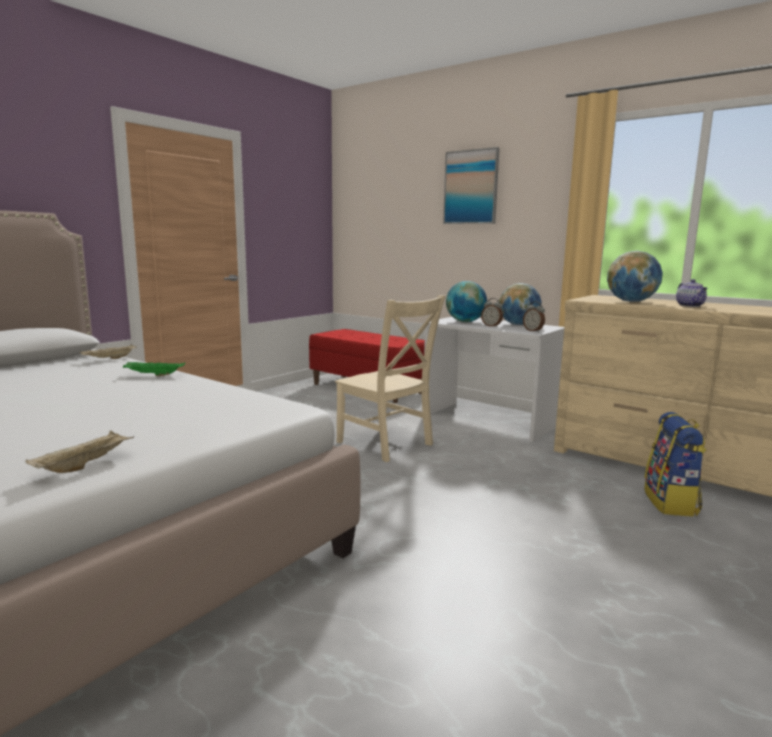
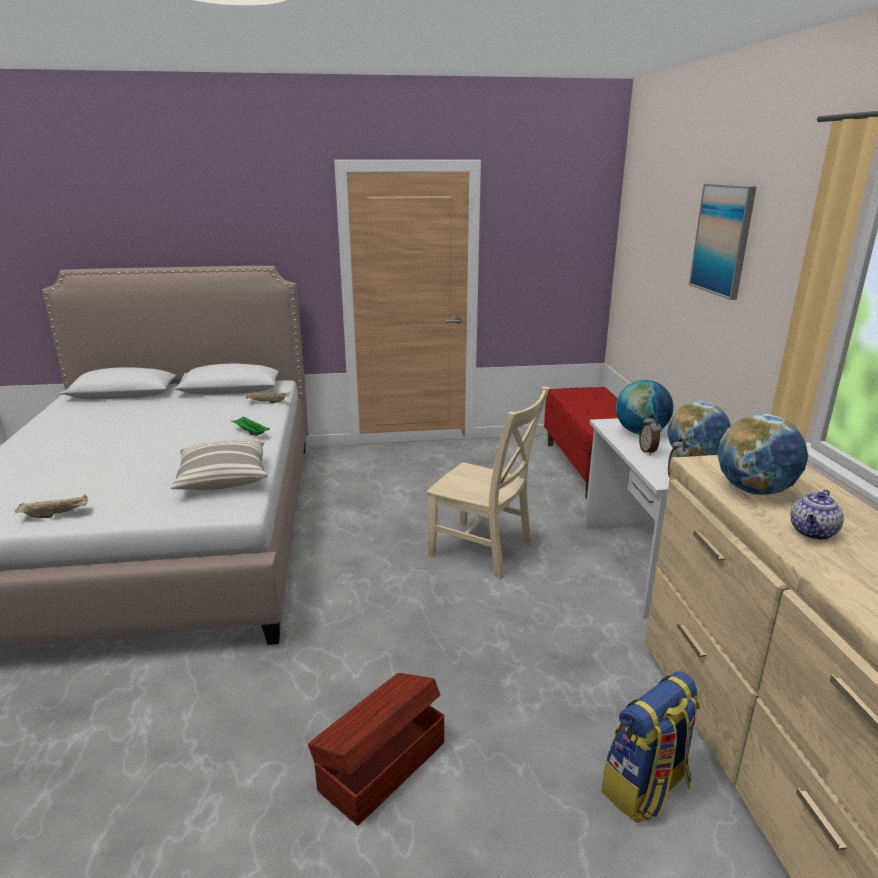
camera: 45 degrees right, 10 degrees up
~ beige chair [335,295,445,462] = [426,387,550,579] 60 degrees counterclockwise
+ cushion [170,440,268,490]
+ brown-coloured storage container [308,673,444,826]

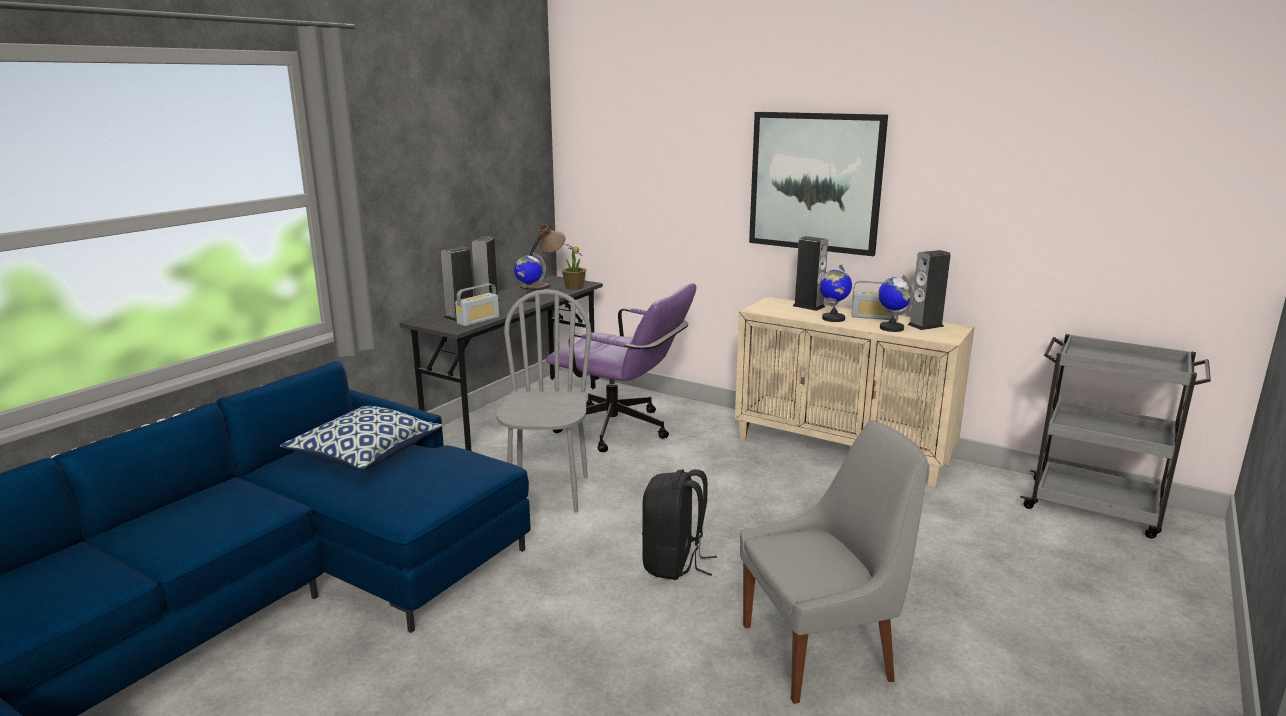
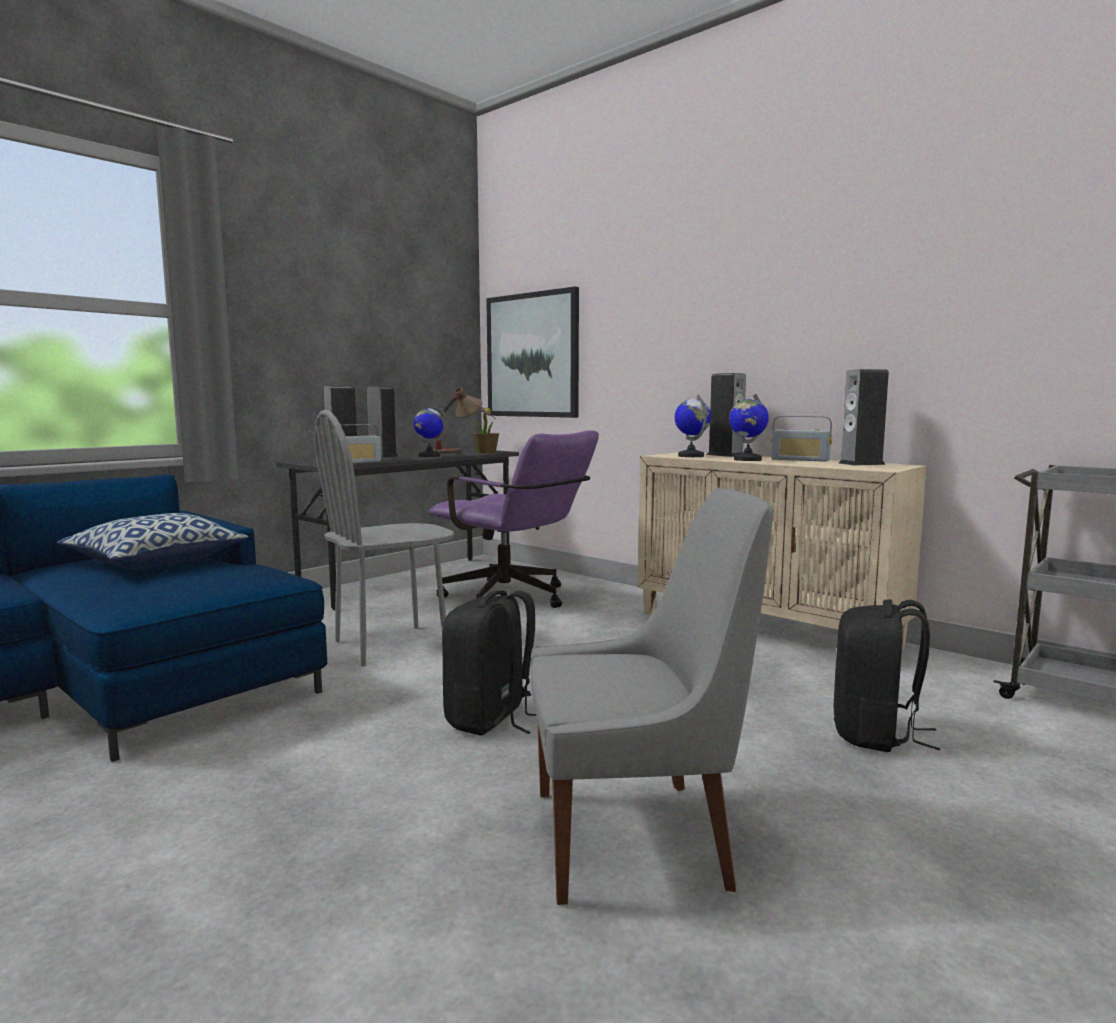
camera: 10 degrees right, 10 degrees down
~ wall picture [749,112,888,256] to [486,287,579,418]
~ desk globe [878,275,914,332] to [675,394,711,457]
~ grey chair [496,289,592,513] = [314,410,454,666] 135 degrees counterclockwise
+ black-coloured rucksack [834,599,940,752]

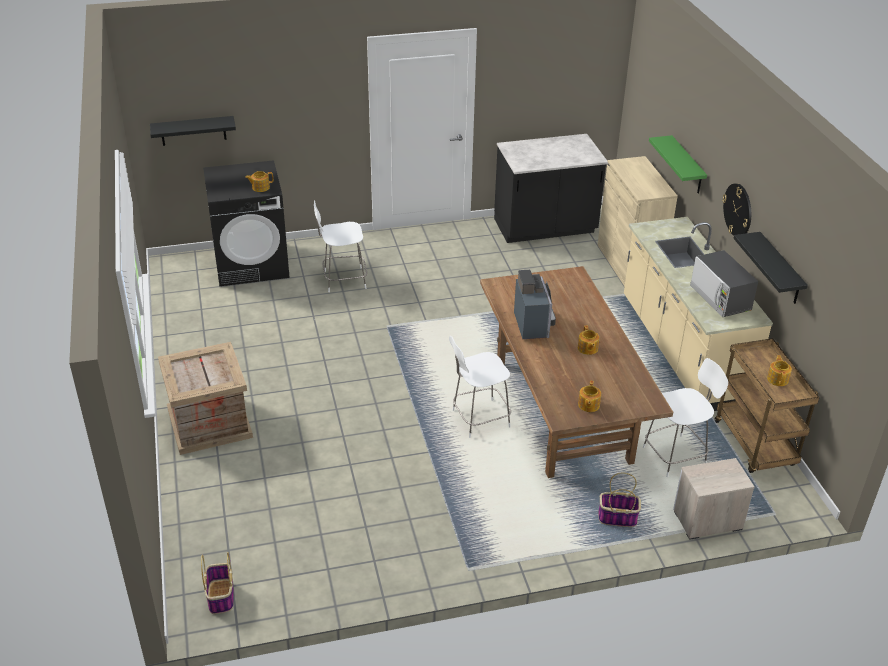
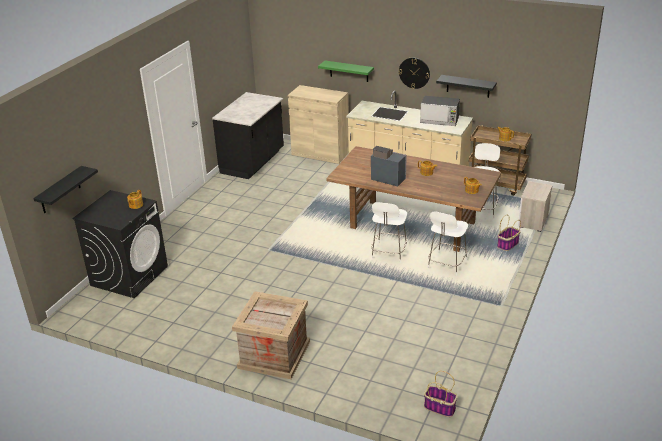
camera: 50 degrees left, 5 degrees down
~ white chair [314,200,367,292] to [428,212,468,276]

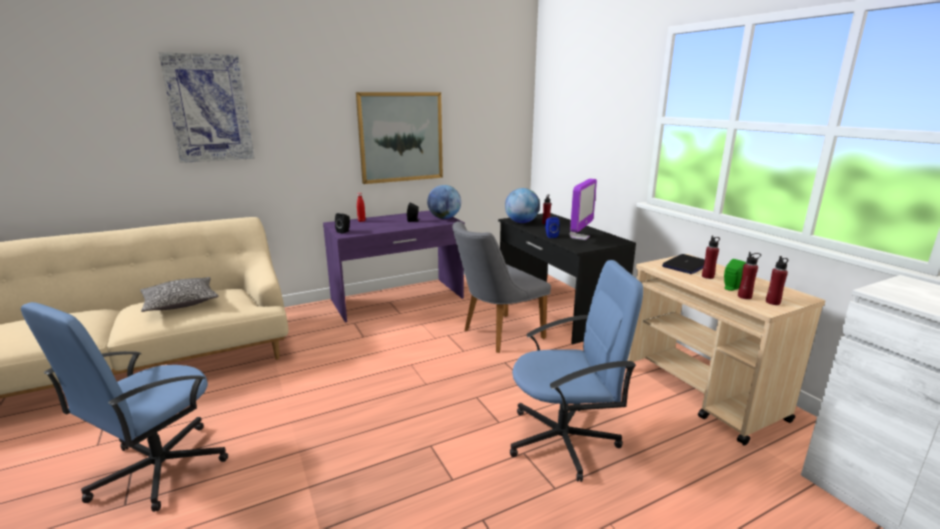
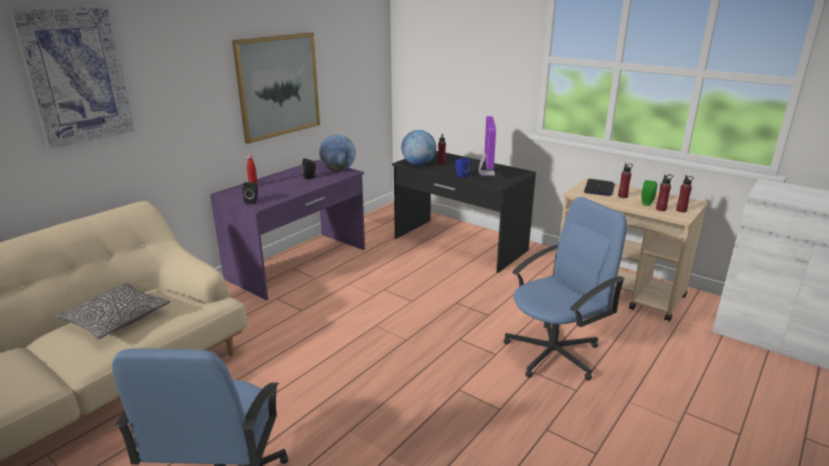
camera: 25 degrees left, 5 degrees up
- grey chair [453,221,551,353]

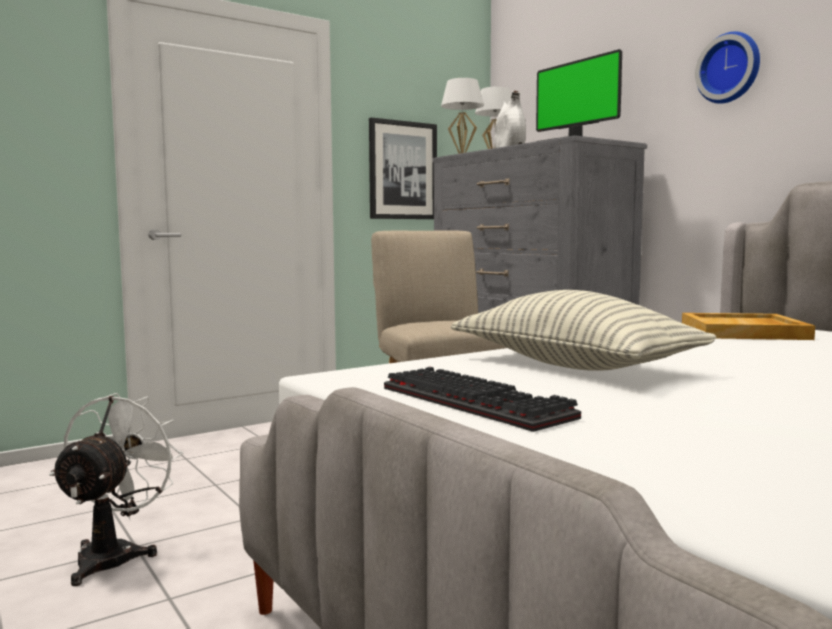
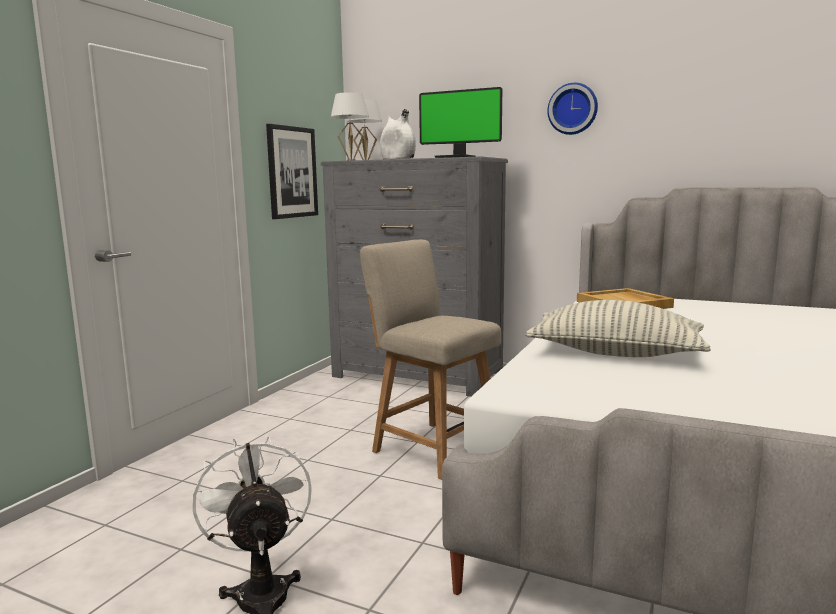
camera: 30 degrees left, 5 degrees up
- PC keyboard [384,367,581,432]

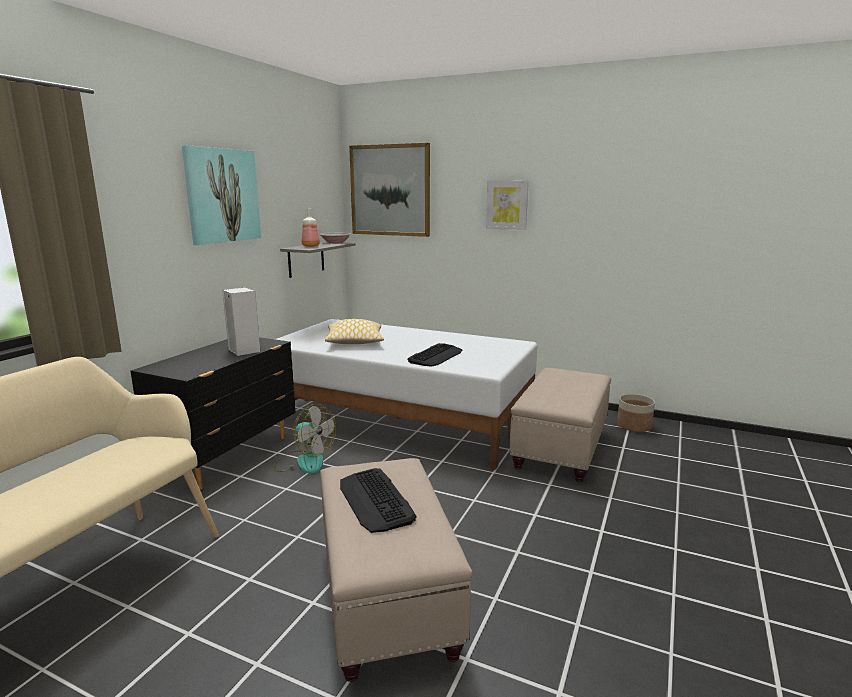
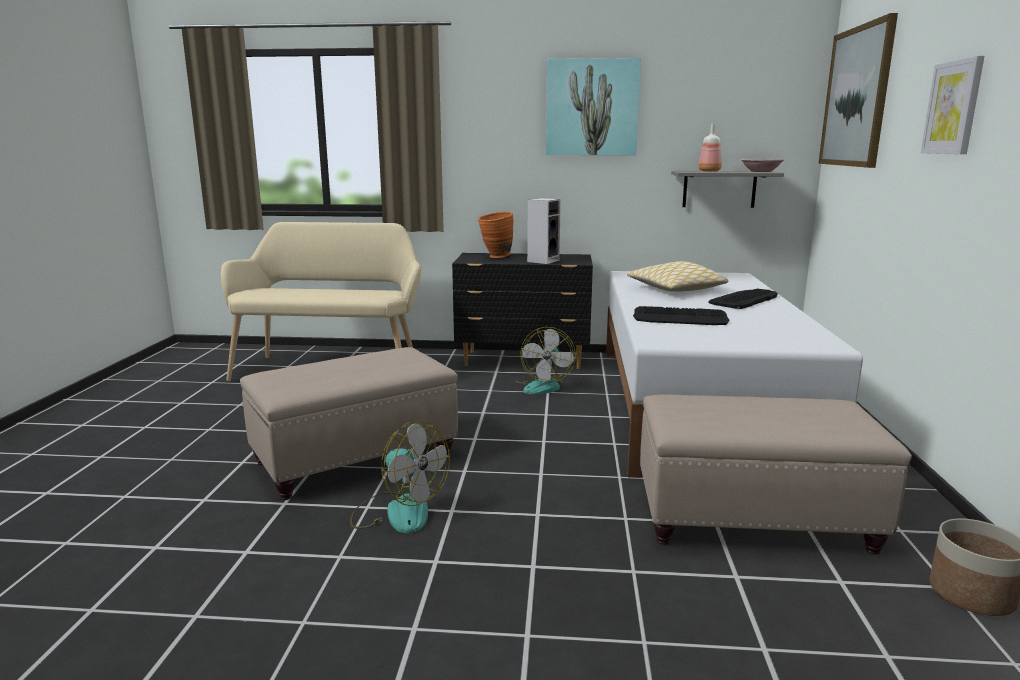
camera: 70 degrees right, 0 degrees up
~ PC keyboard [340,468,417,533] to [708,289,778,309]
+ orange vase [478,212,513,258]
+ fan [350,420,450,534]

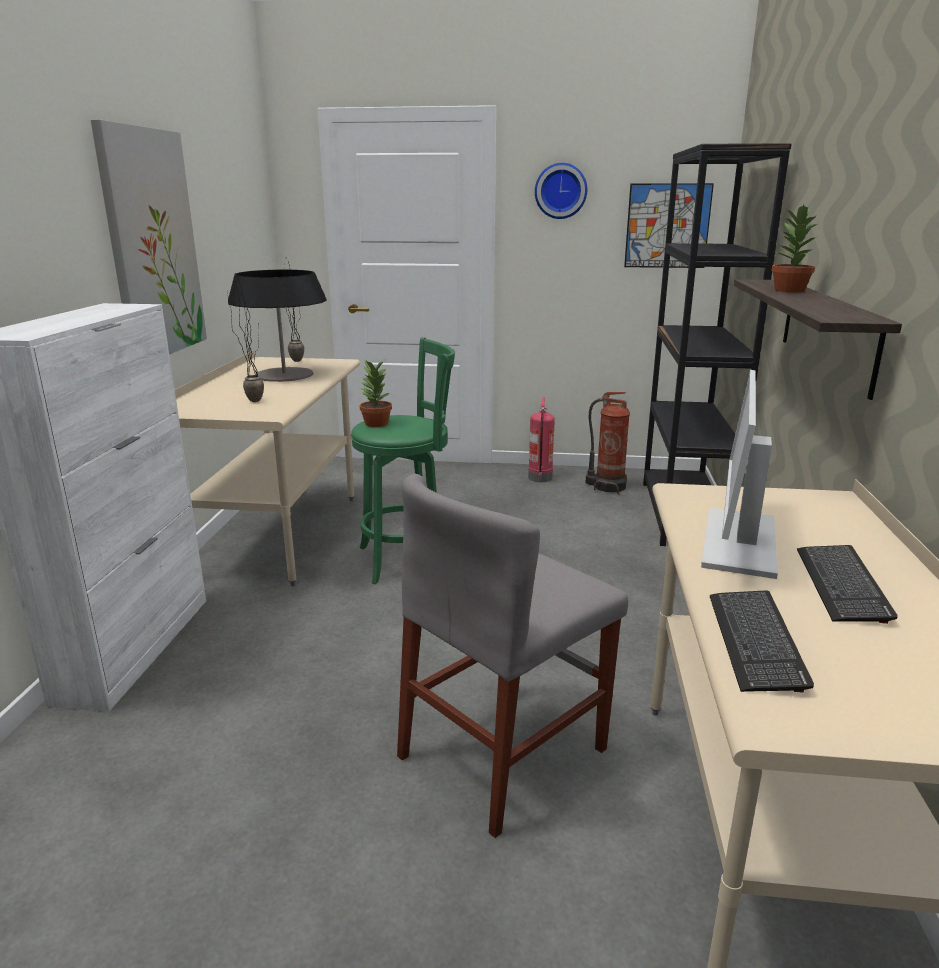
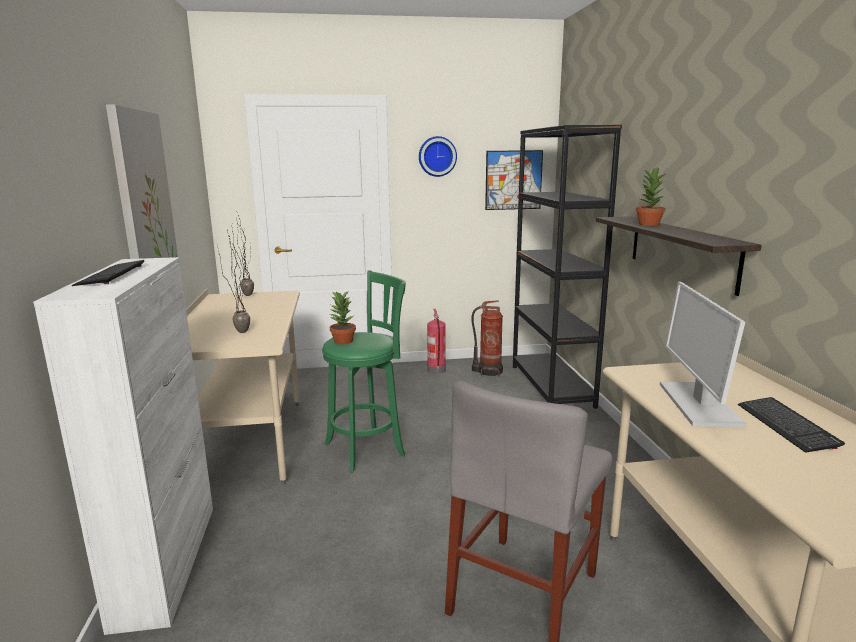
camera: 15 degrees left, 5 degrees down
- tabletop lamp [228,270,327,382]
~ PC keyboard [710,591,814,693] to [72,260,144,286]

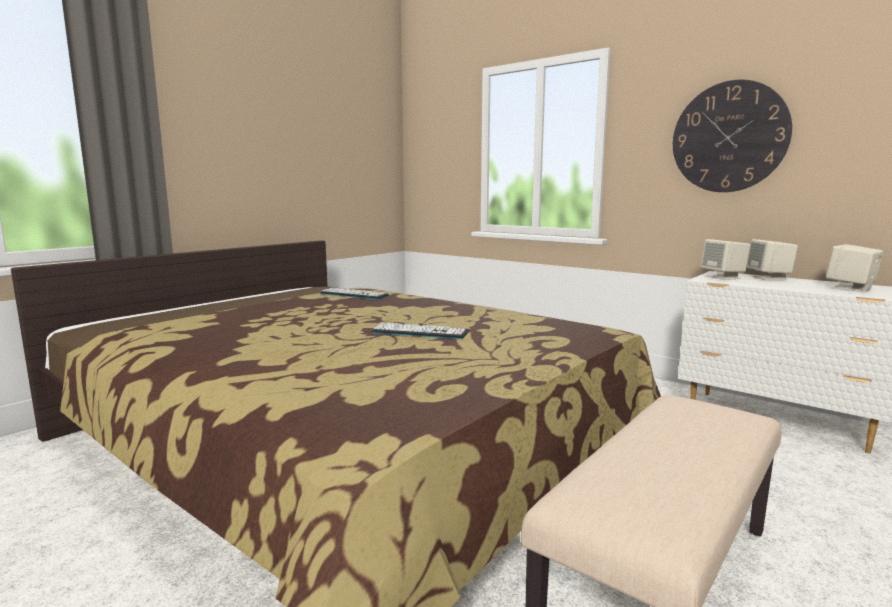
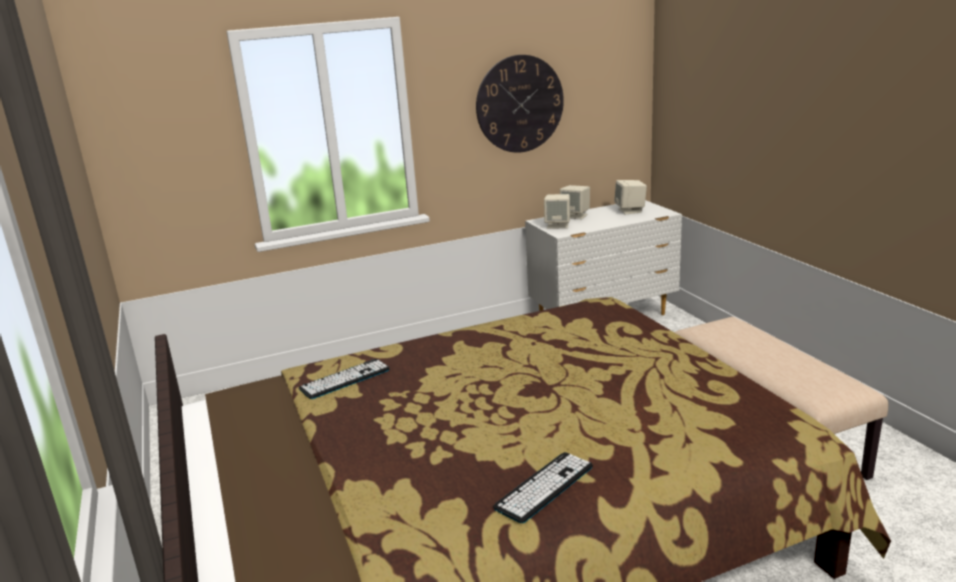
camera: 60 degrees left, 10 degrees up
~ PC keyboard [371,323,469,339] to [493,452,593,523]

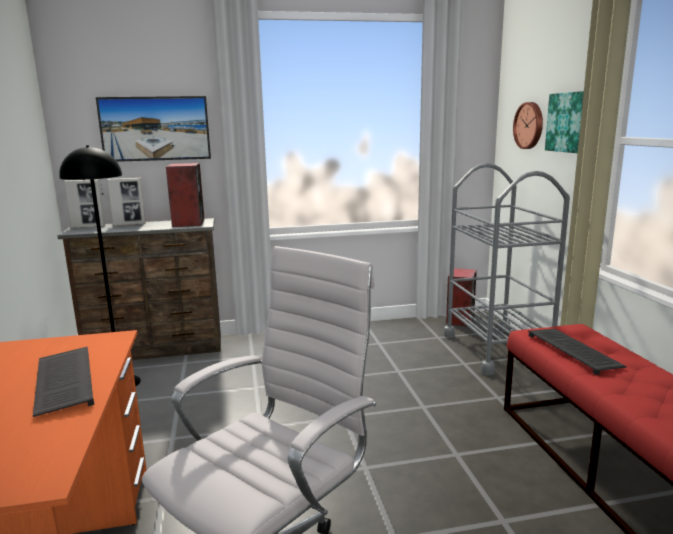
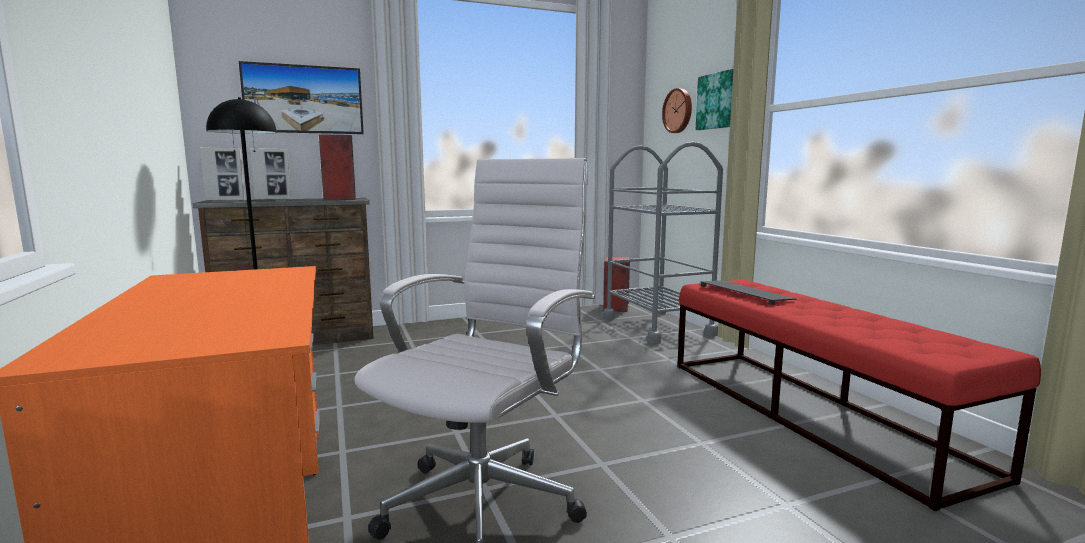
camera: 10 degrees left, 5 degrees down
- PC keyboard [33,347,94,417]

